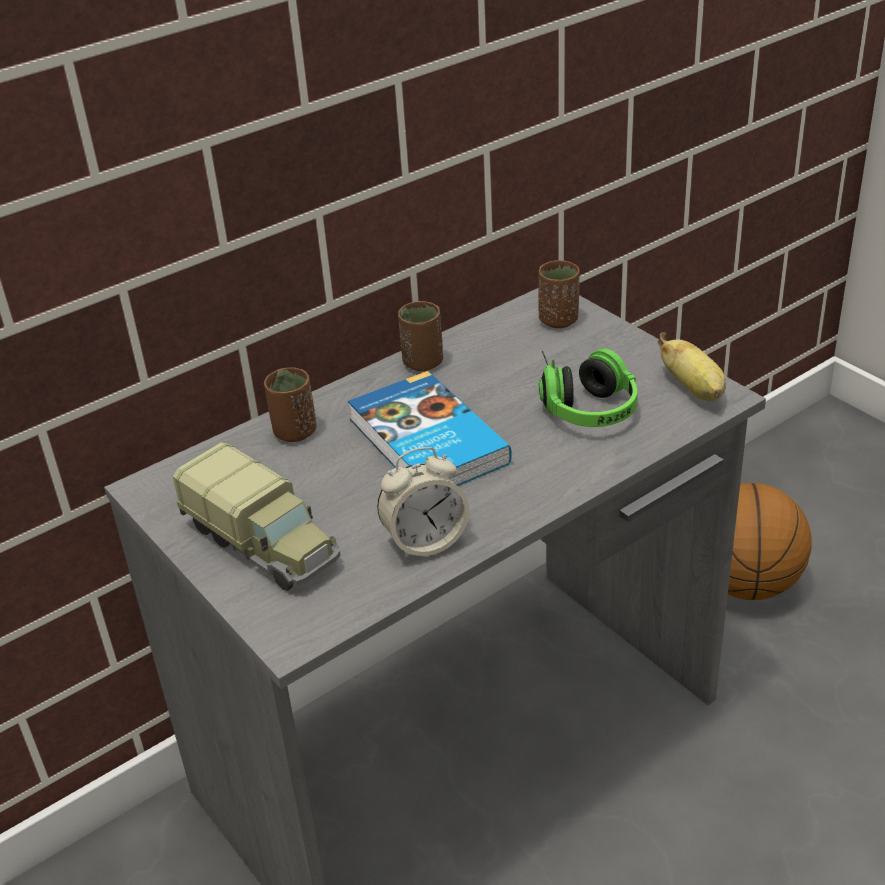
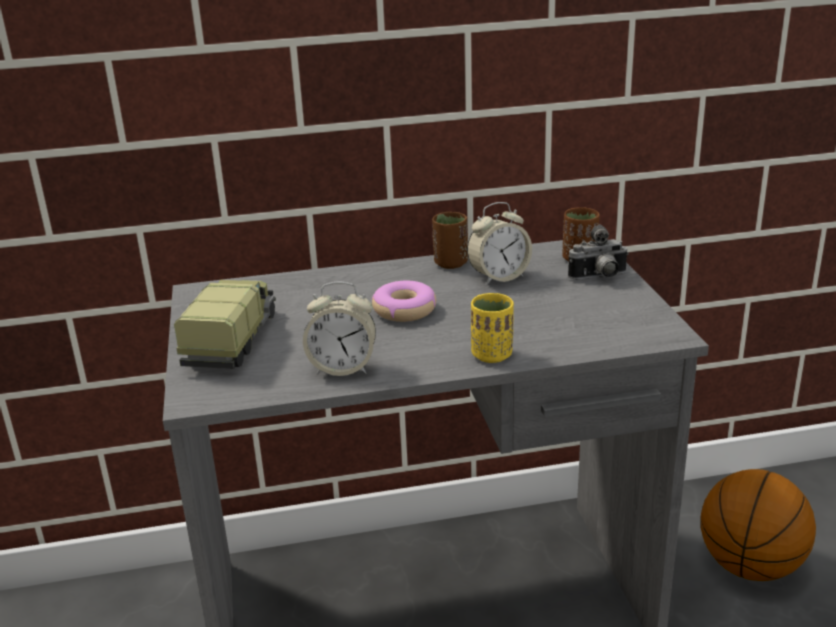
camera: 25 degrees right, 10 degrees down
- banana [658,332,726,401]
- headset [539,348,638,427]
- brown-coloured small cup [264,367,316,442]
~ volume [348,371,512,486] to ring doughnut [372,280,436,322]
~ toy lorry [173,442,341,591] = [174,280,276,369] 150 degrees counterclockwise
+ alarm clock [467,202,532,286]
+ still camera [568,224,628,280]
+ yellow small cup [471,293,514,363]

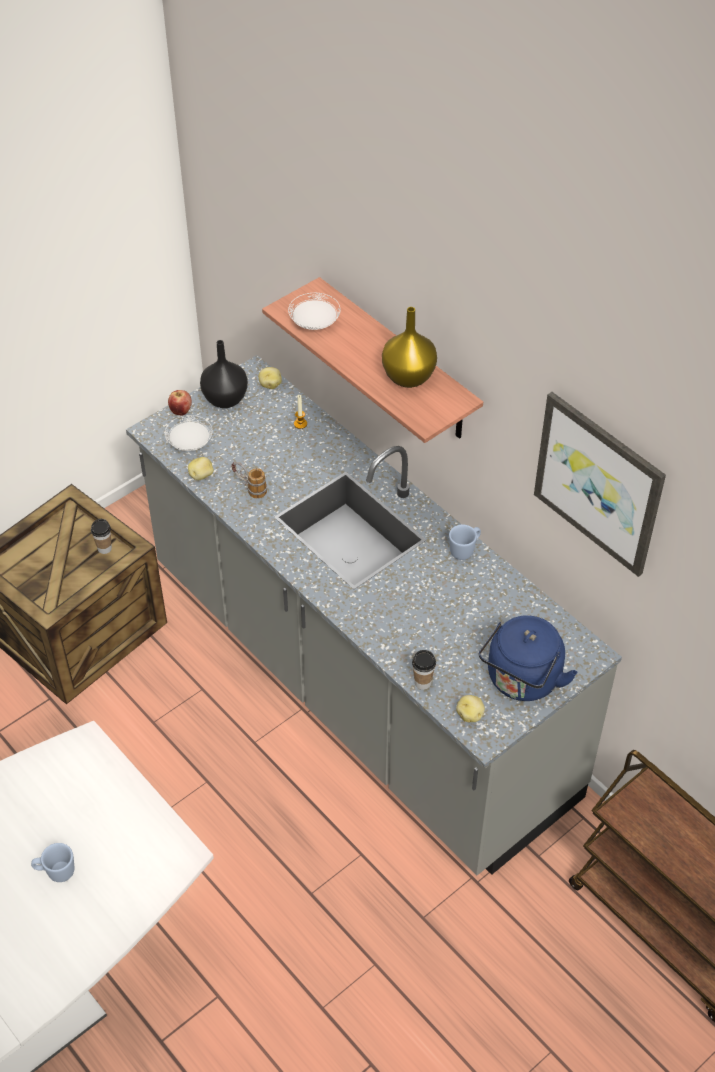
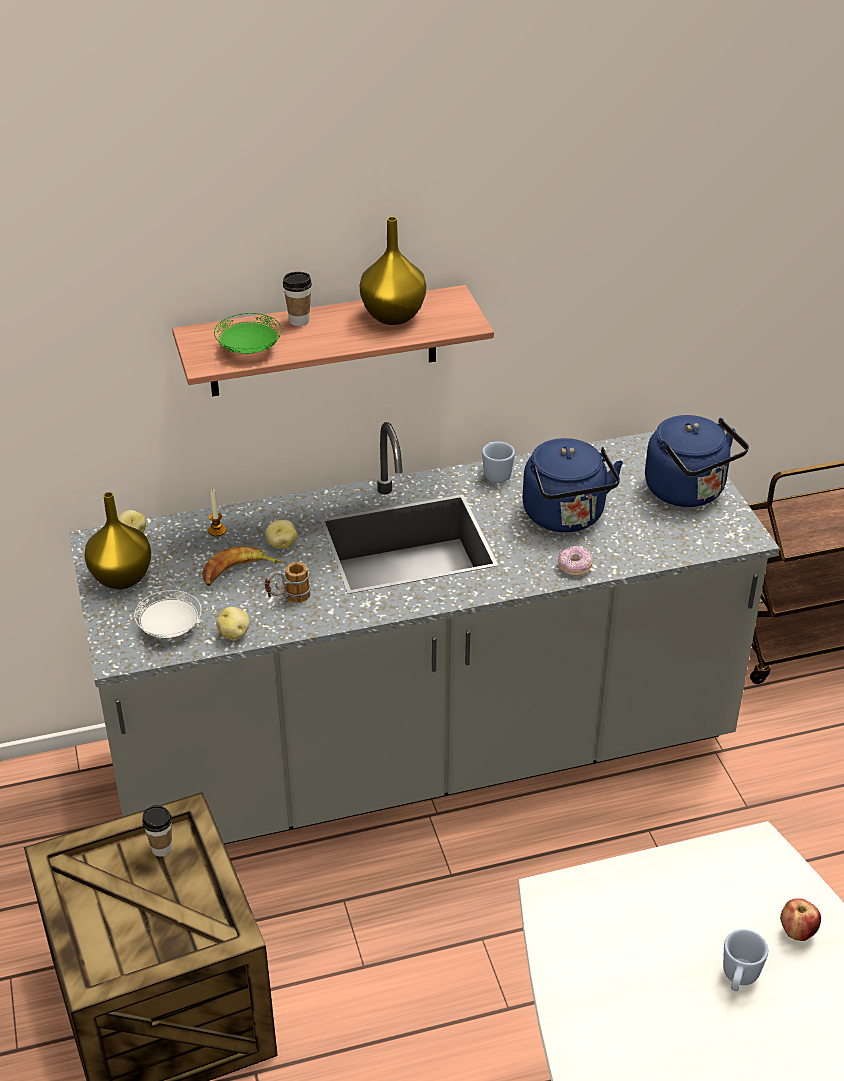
camera: 65 degrees left, 10 degrees down
~ white flat dish [288,293,340,330] to greenish flat dish [214,313,282,354]
~ black-coloured vase [200,340,248,408] to yellow vase [84,492,151,590]
~ apple [168,390,192,415] to [780,898,821,941]
- wall picture [534,392,666,577]
~ small cup [412,650,436,690] to [283,272,312,326]
~ spud [456,695,485,722] to [265,520,298,549]
+ blue-coloured tea kettle [522,438,623,532]
+ banana [202,546,282,586]
+ ring doughnut [558,546,593,576]

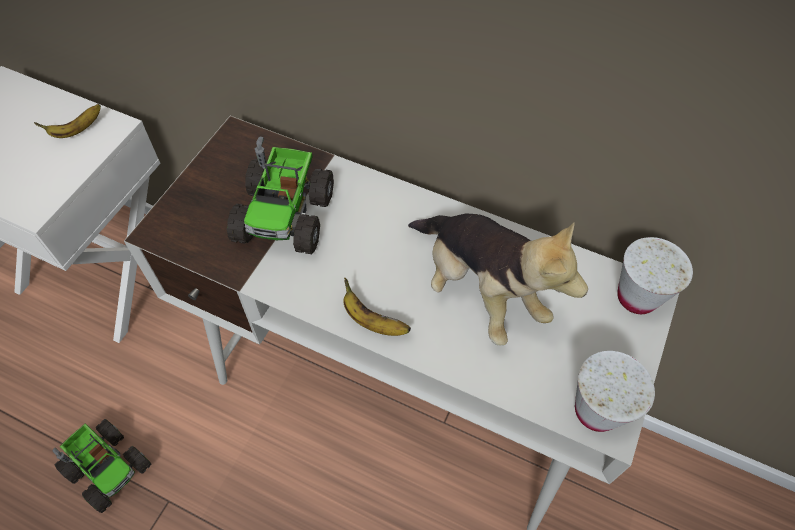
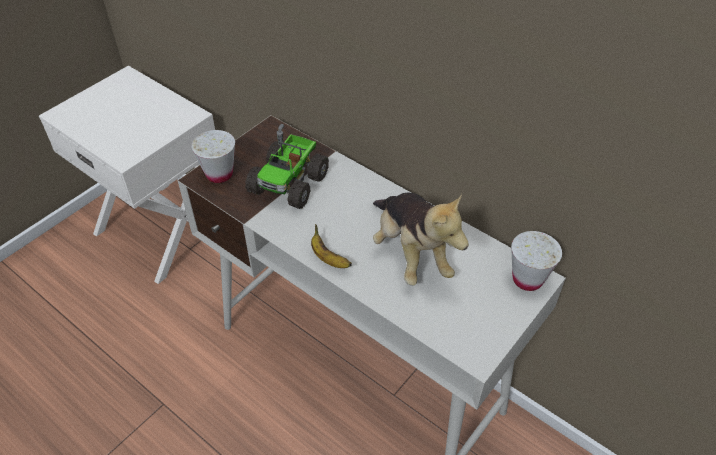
camera: 15 degrees right, 10 degrees down
- banana [34,104,101,138]
~ white small cup [575,351,655,432] to [191,130,235,183]
- toy lorry [52,419,151,513]

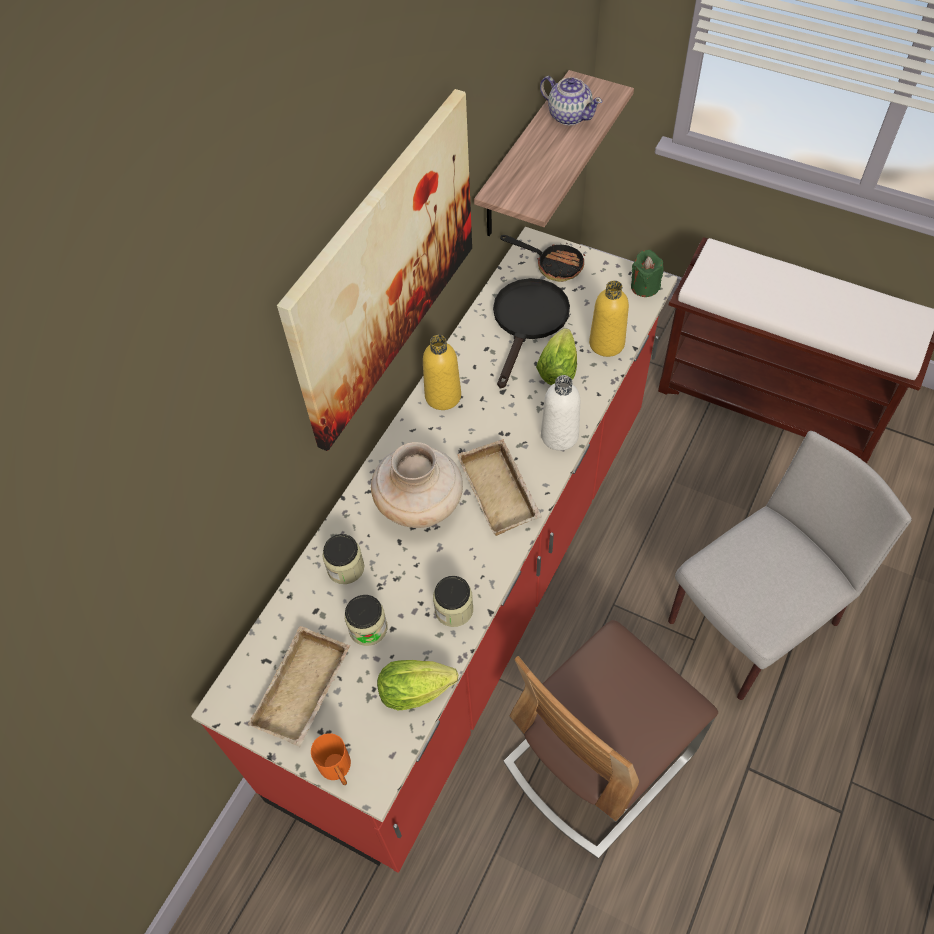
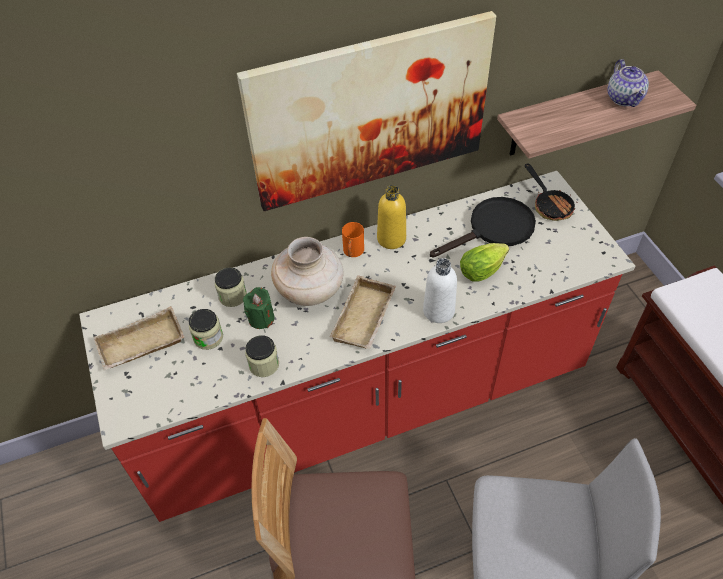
camera: 40 degrees right, 5 degrees down
~ greenish wax light [631,250,664,297] to [243,287,275,329]
- yellow beverage bottle [589,281,629,357]
- lettuce head [377,660,458,710]
~ orange coffee mug [311,733,351,785] to [342,222,364,257]

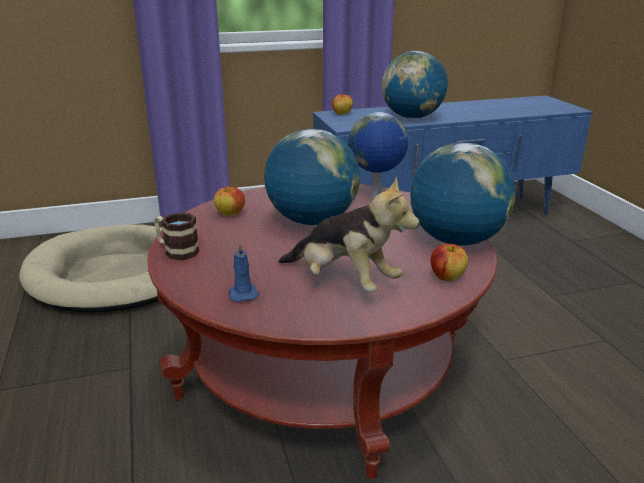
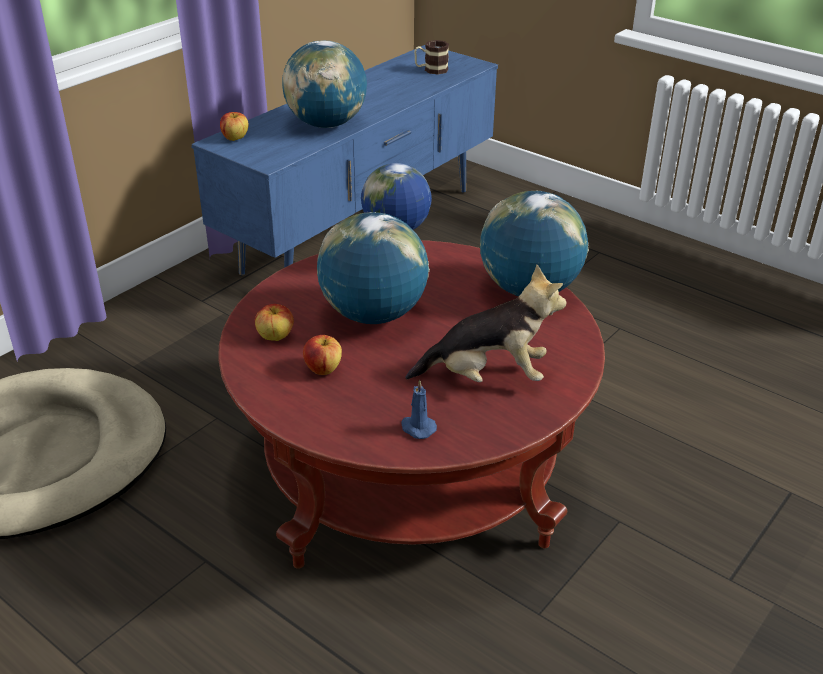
camera: 35 degrees left, 10 degrees up
~ coffee mug [154,213,199,260] to [414,40,449,74]
~ apple [430,244,468,281] to [303,335,342,375]

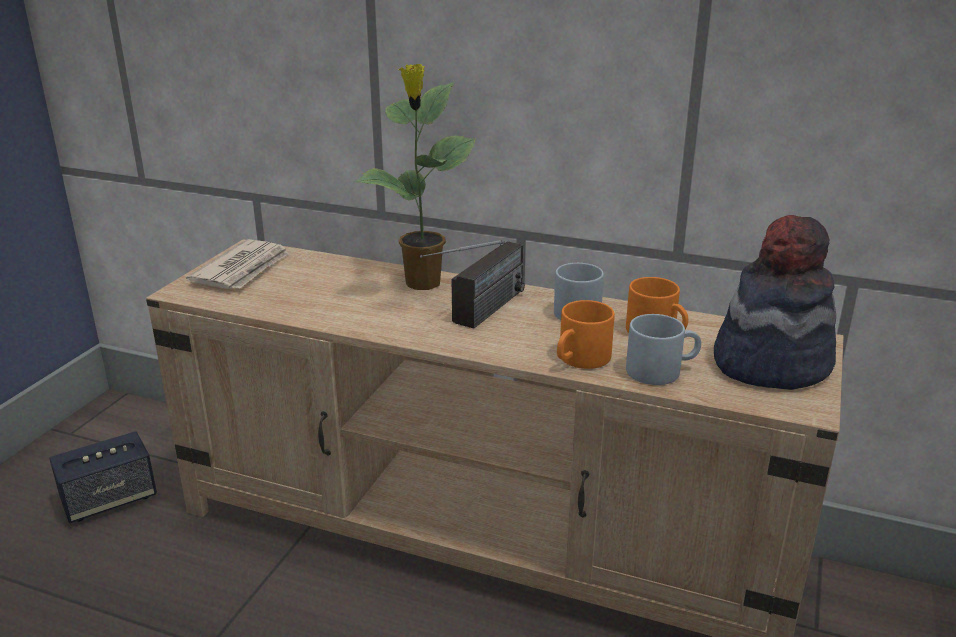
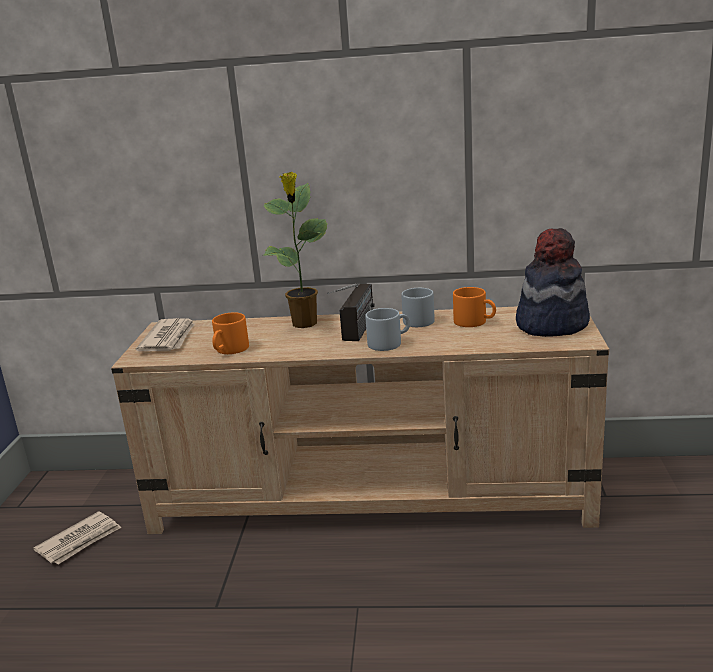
camera: 15 degrees left, 5 degrees down
~ orange coffee mug [557,300,615,369] to [212,312,249,354]
~ grey coffee mug [626,314,701,385] to [365,308,410,351]
~ audio speaker [49,431,157,523] to daily paper [33,511,122,564]

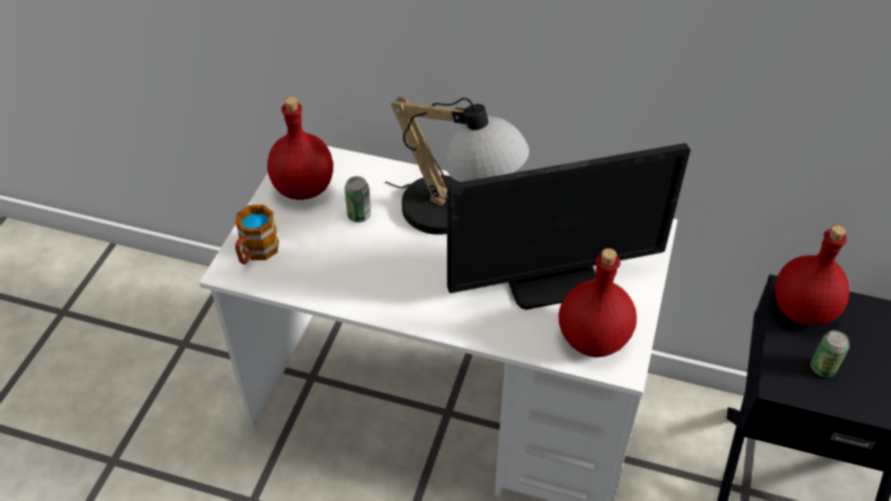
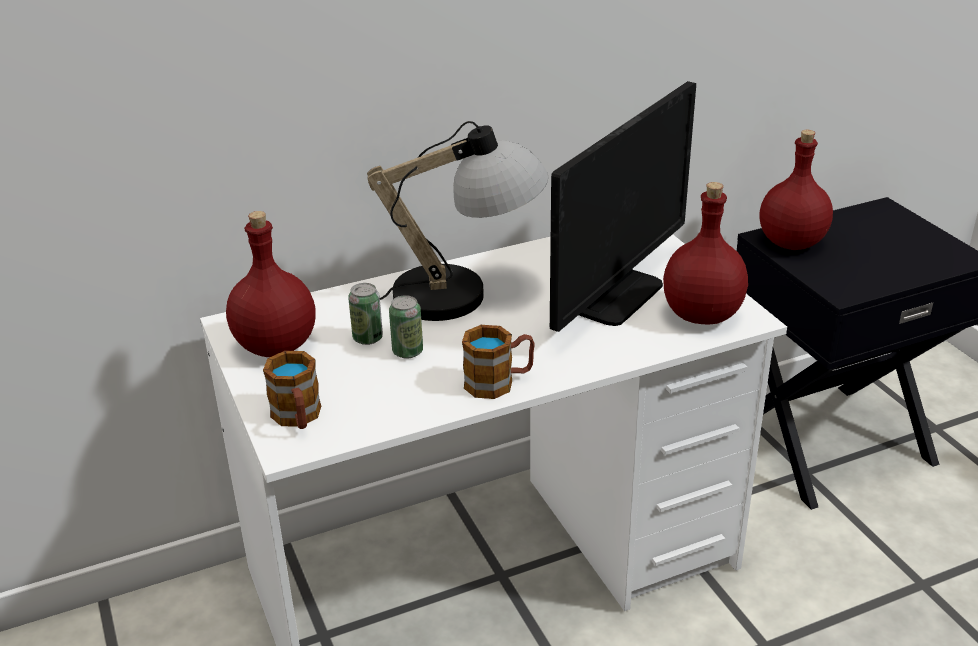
camera: 40 degrees left, 15 degrees down
~ can [810,330,849,377] to [389,295,423,359]
+ coffee mug [462,325,535,399]

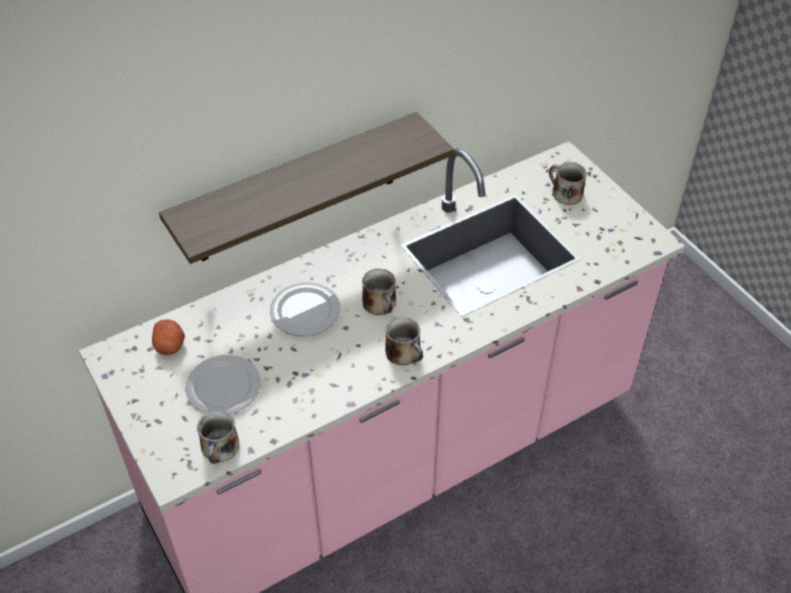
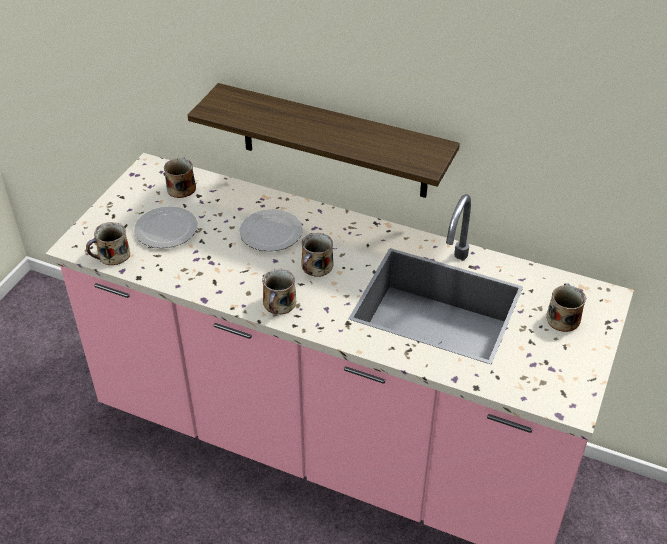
camera: 55 degrees right, 5 degrees down
~ spud [152,319,185,355] to coffee mug [164,157,196,198]

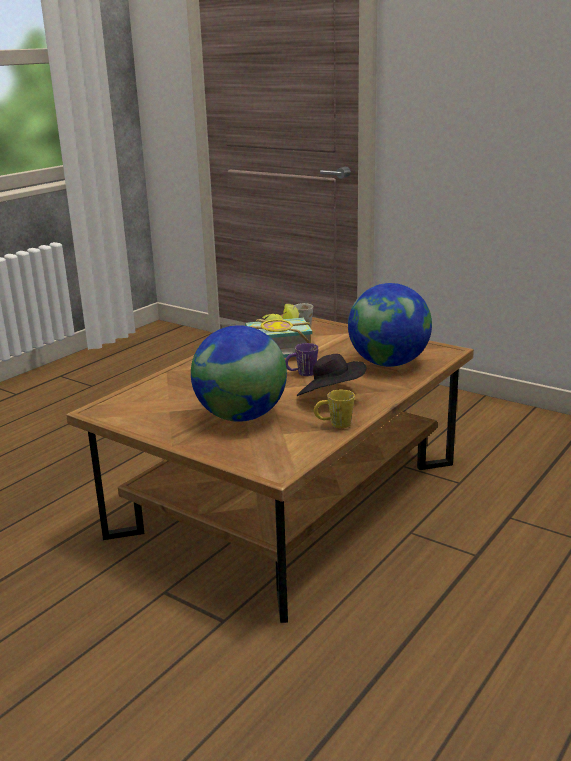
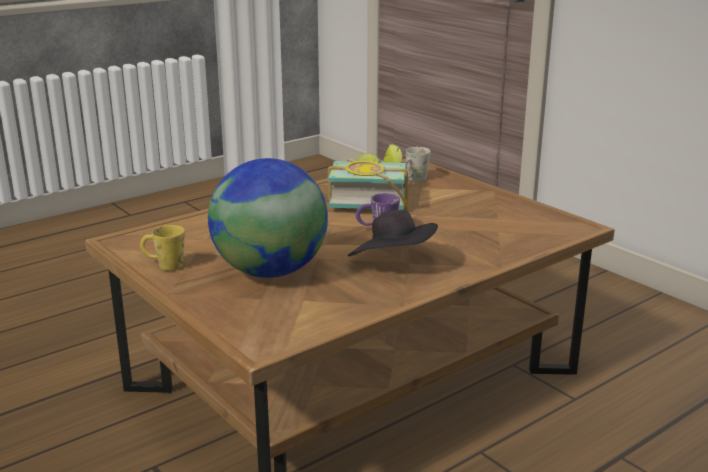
camera: 15 degrees right, 0 degrees up
- desk globe [348,283,432,367]
~ yellow coffee mug [314,389,355,428] to [140,225,185,271]

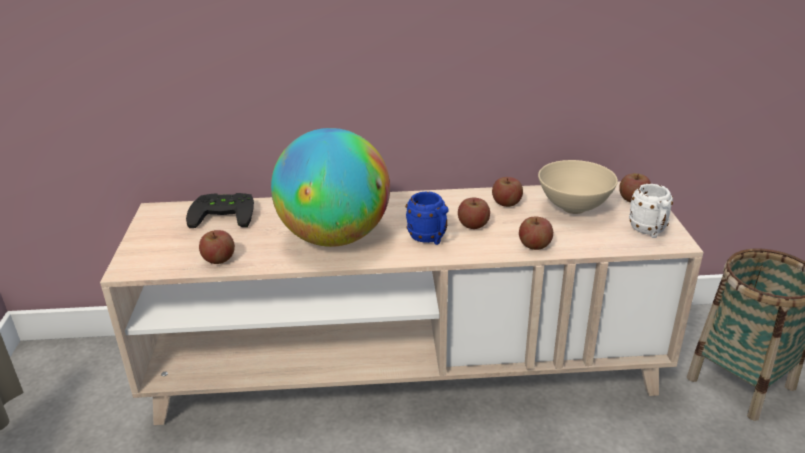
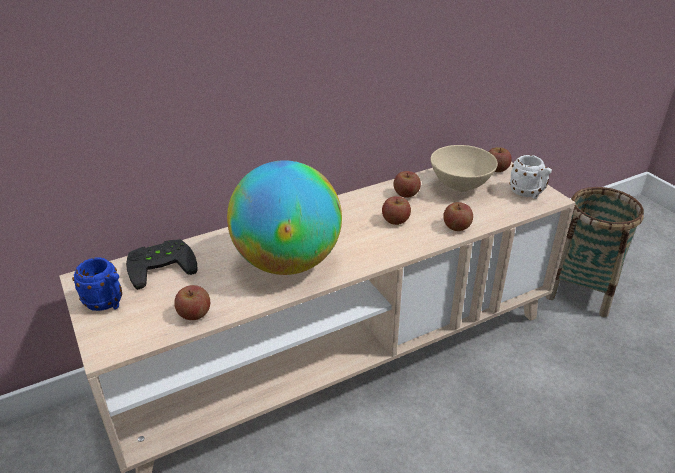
camera: 25 degrees left, 5 degrees up
~ blue-coloured coffee mug [406,191,448,245] to [72,257,122,311]

